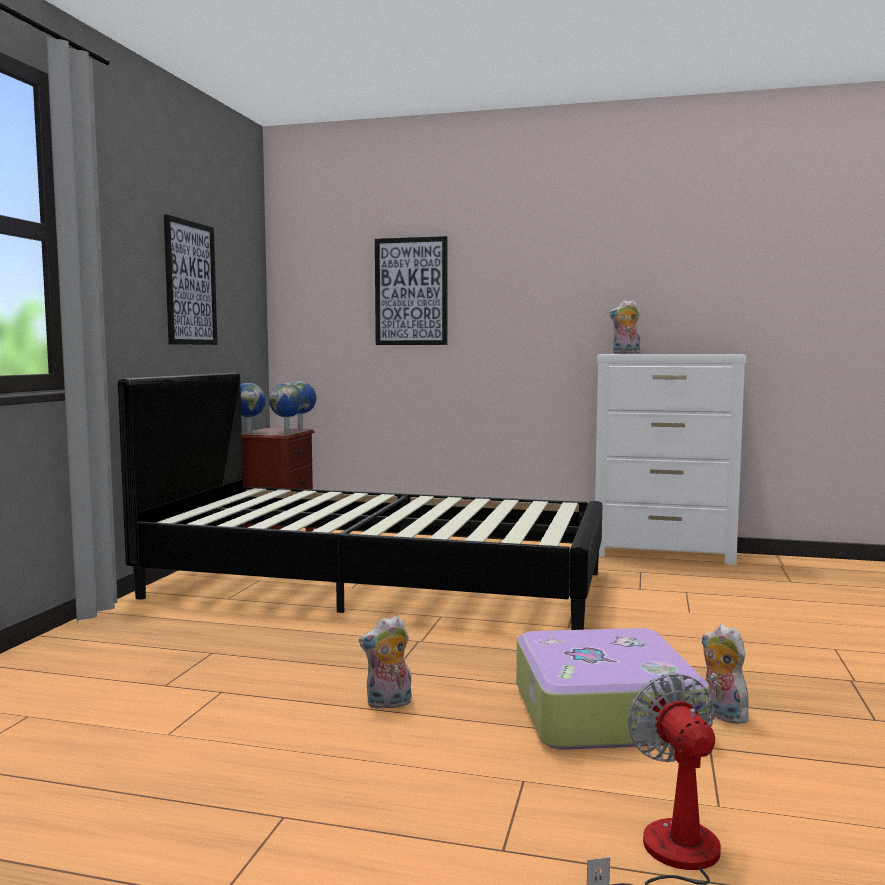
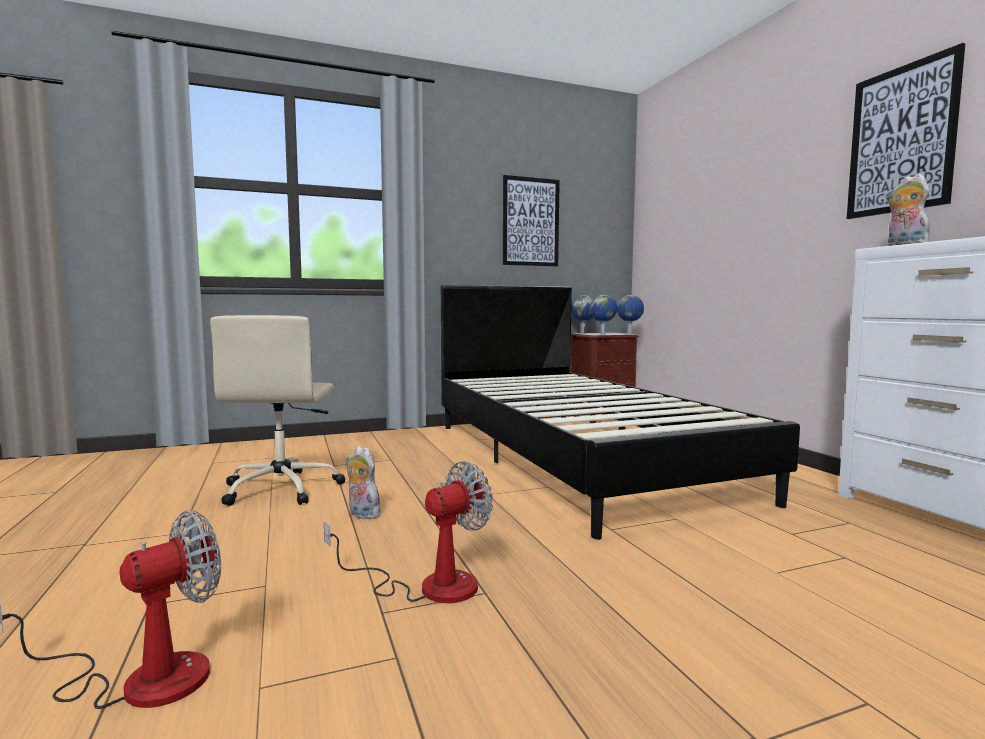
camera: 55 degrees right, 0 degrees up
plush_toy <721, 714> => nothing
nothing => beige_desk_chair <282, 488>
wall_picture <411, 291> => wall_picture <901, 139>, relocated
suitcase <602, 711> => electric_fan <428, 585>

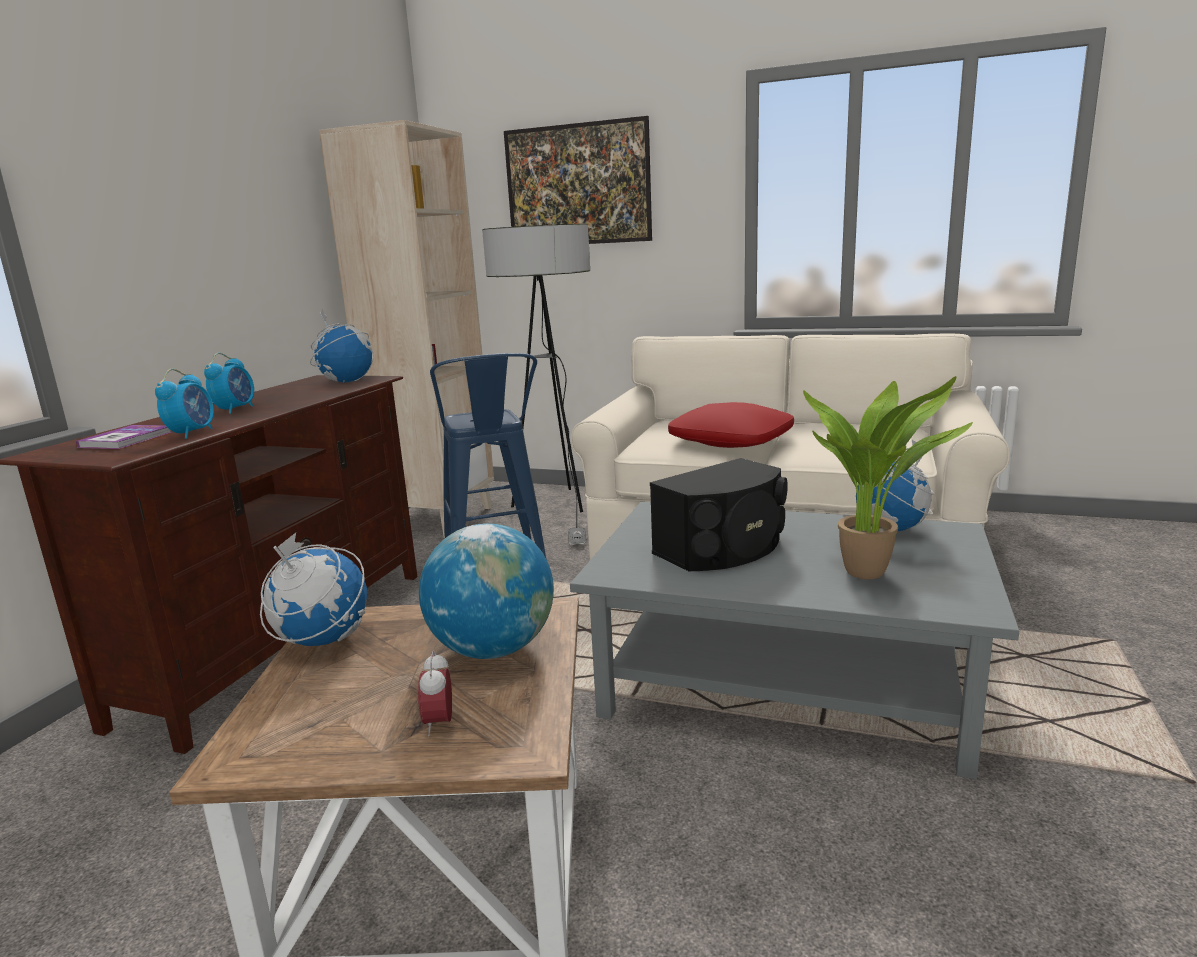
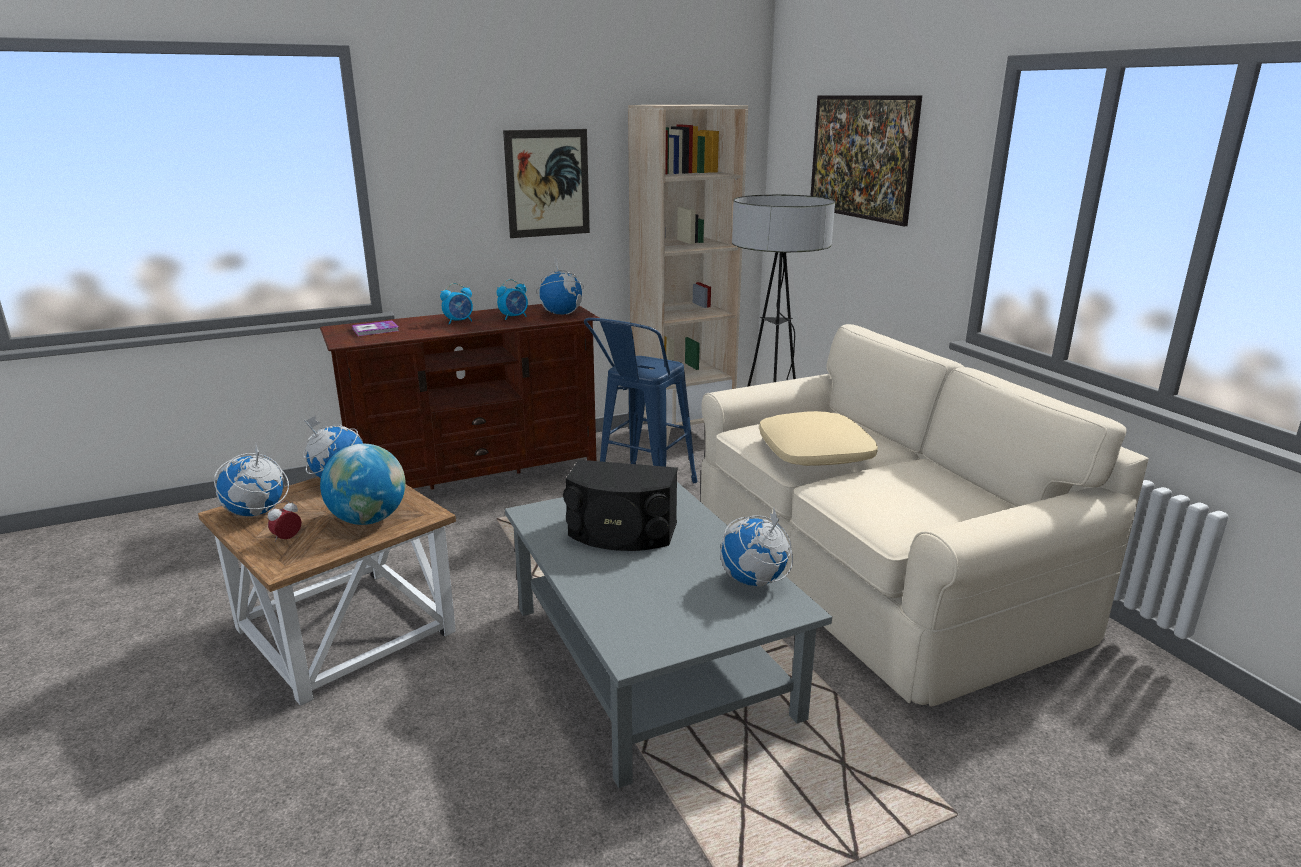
camera: 45 degrees right, 5 degrees up
potted_plant <871, 572> => nothing
nothing => world_globe <256, 513>
nothing => wall_picture <547, 183>
bedside_clock <192, 433> => bedside_clock <514, 317>, relocated
red_cushion <731, 440> => beige_cushion <815, 453>

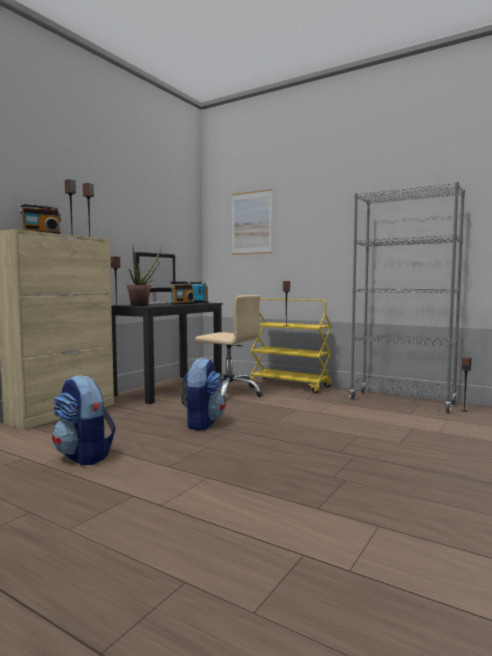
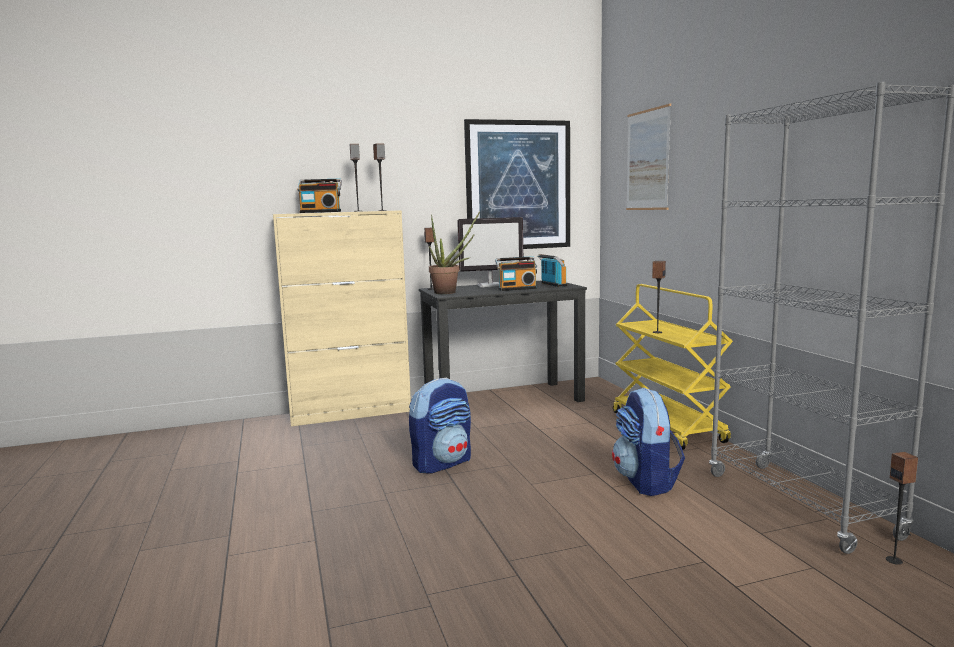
camera: 40 degrees right, 5 degrees up
beige_desk_chair <229, 393> => nothing
nothing => wall_picture <518, 185>
rucksack <84, 456> => rucksack <646, 482>, relocated

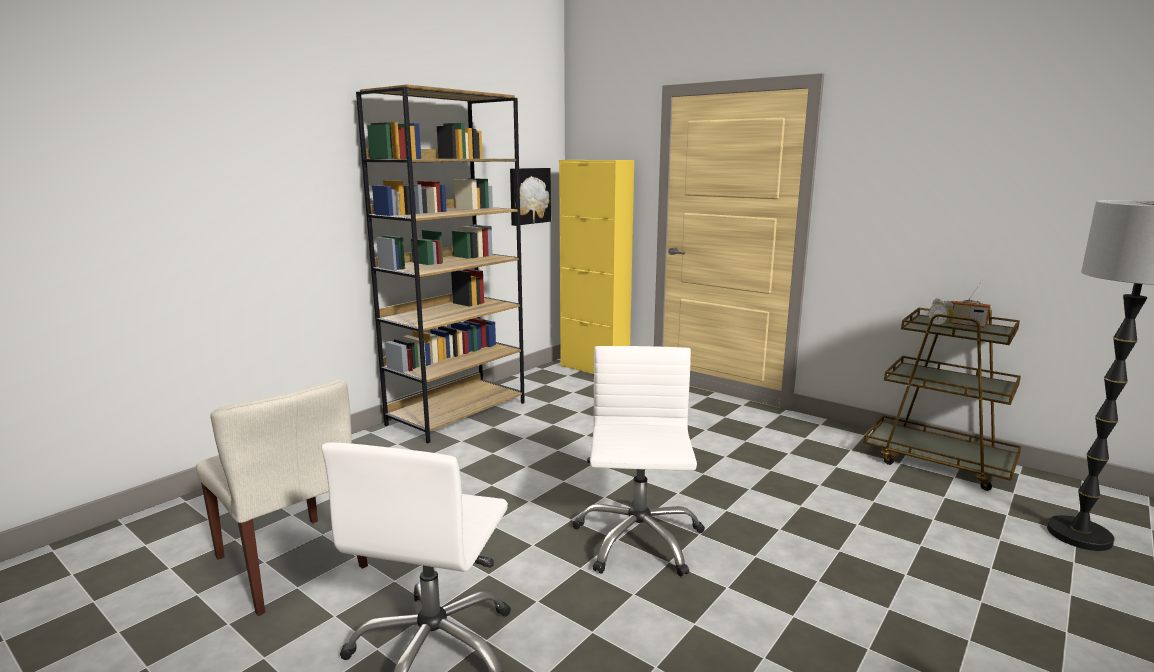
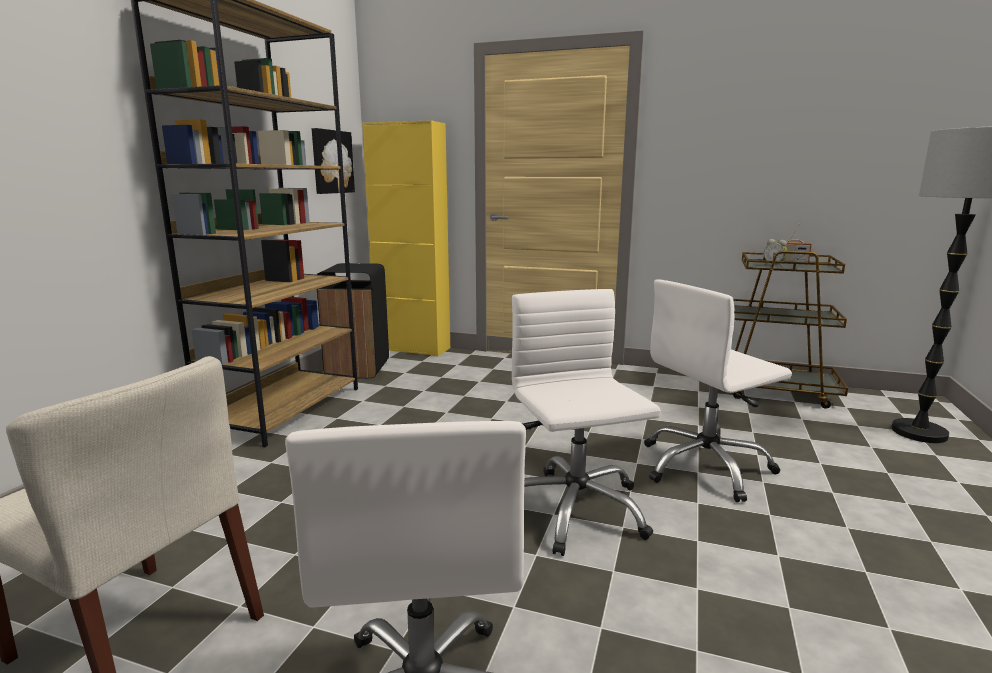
camera: 20 degrees left, 0 degrees up
nothing => blackish_trash_can <357, 369>
nothing => white_desk_chair <705, 467>

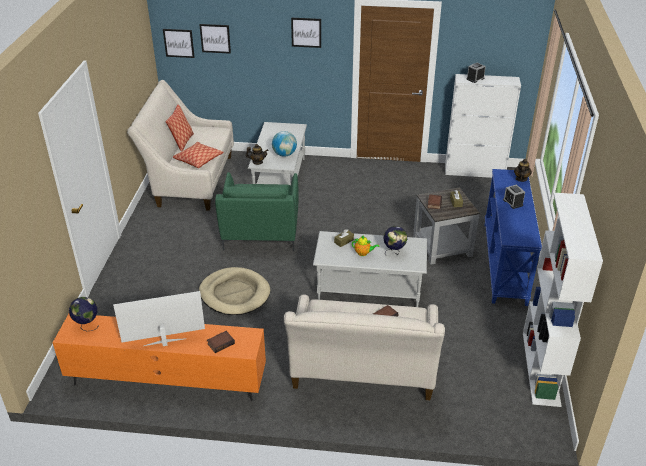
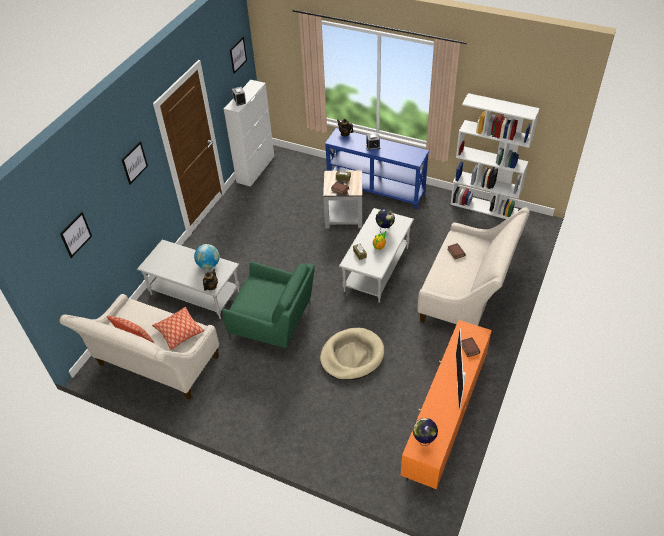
camera: 70 degrees left, 10 degrees up
wall_picture <178, 43> => wall_picture <238, 55>, relocated

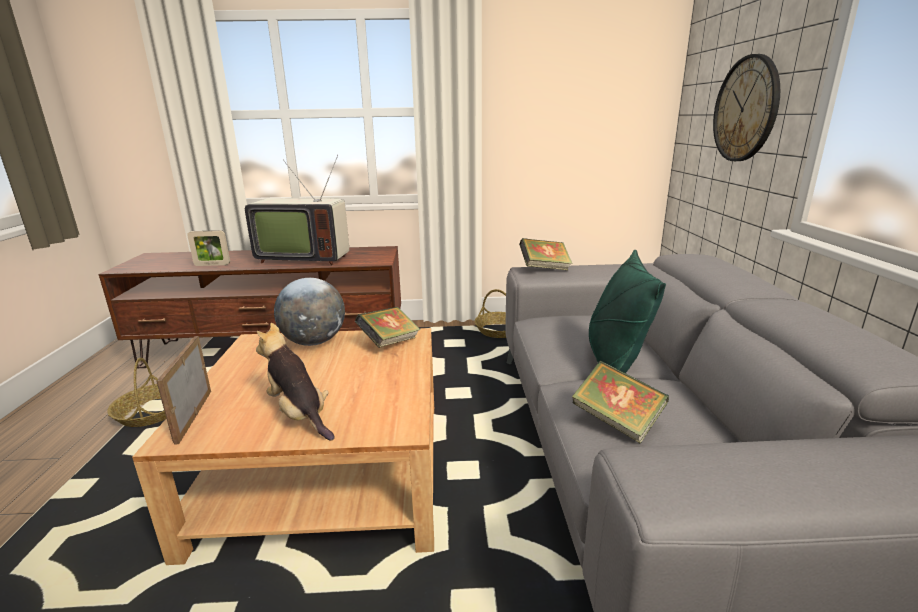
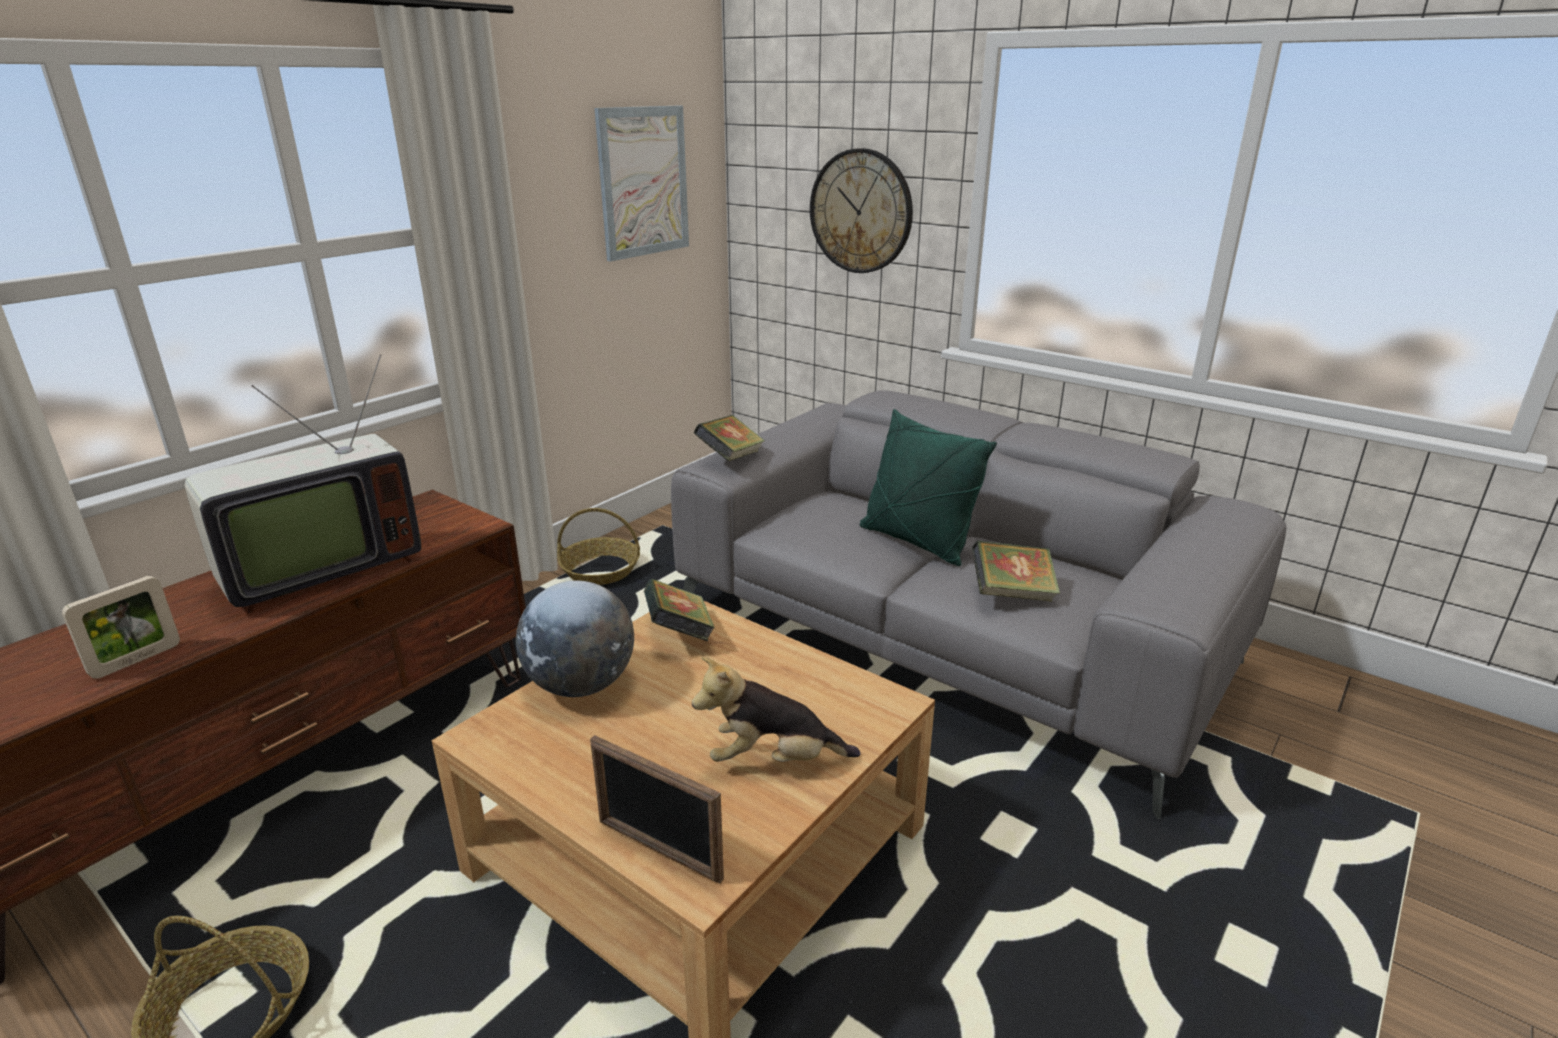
camera: 50 degrees left, 5 degrees up
nothing => wall_picture <643, 182>

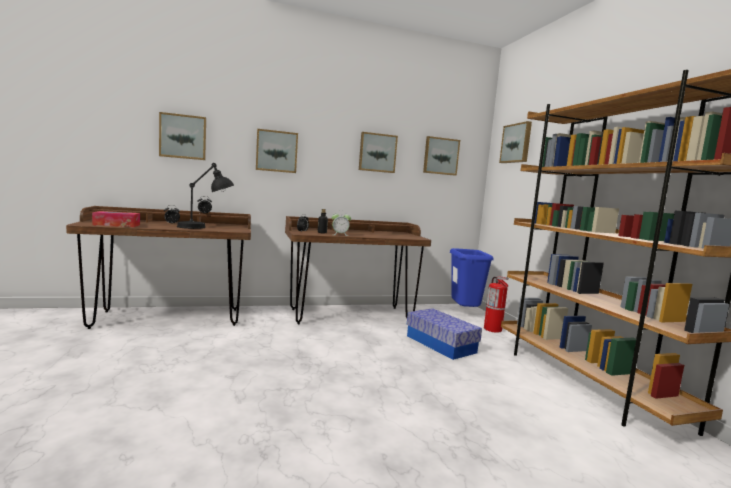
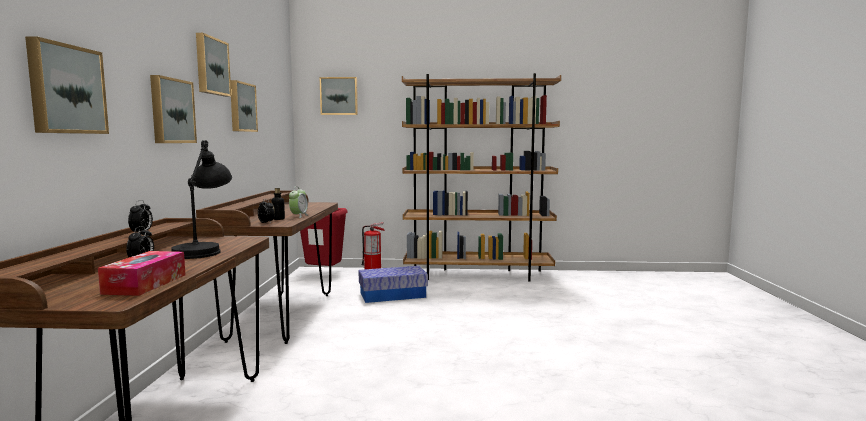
camera: 70 degrees left, 0 degrees up
wall_picture <440, 156> => wall_picture <211, 66>, relocated
blue_trash_can <464, 313> => red_trash_can <324, 274>

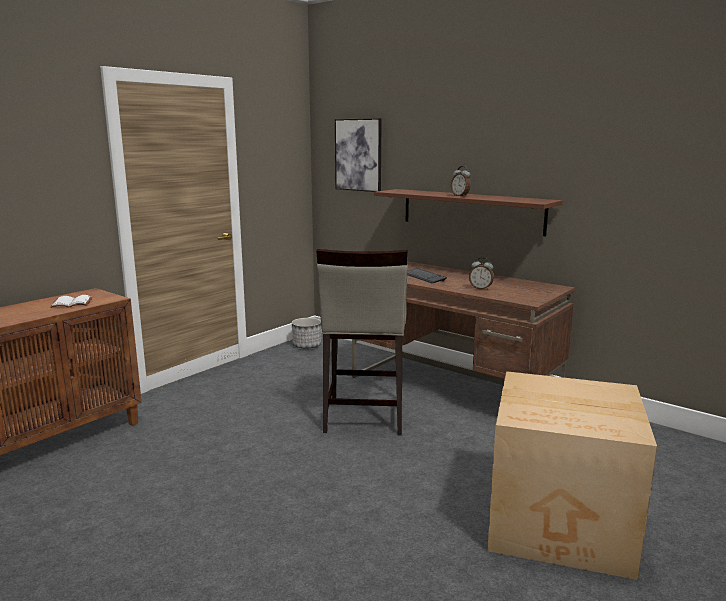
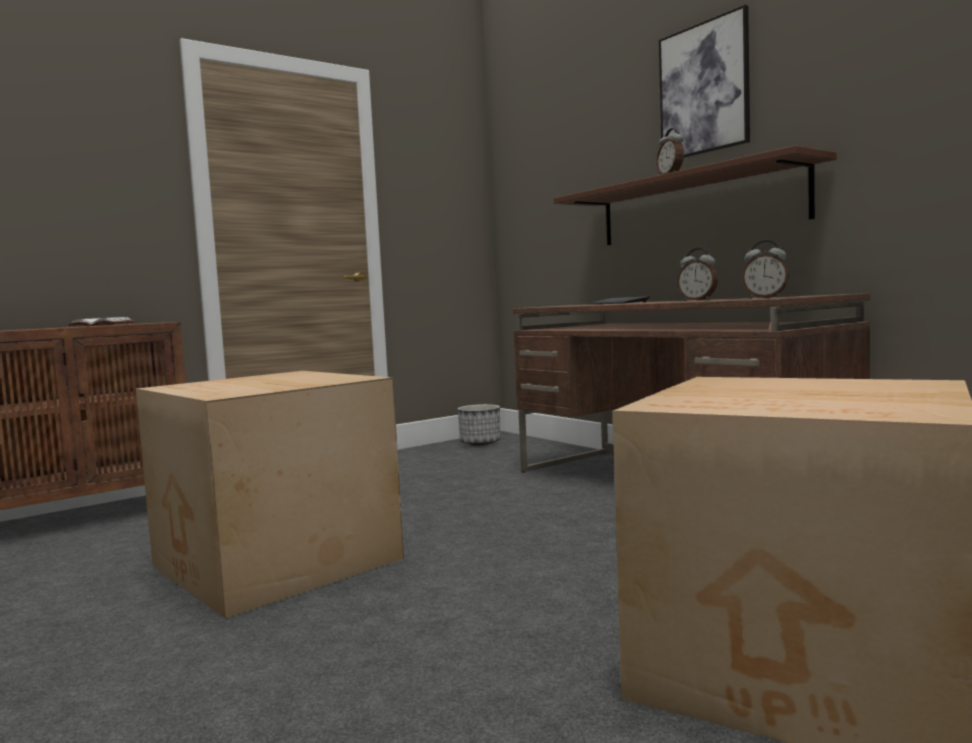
camera: 15 degrees right, 10 degrees down
beige_stool <363, 415> => nothing
nothing => cardboard_box <275, 564>
nothing => bedside_clock <765, 298>
wall_picture <358, 155> => wall_picture <704, 89>, relocated

